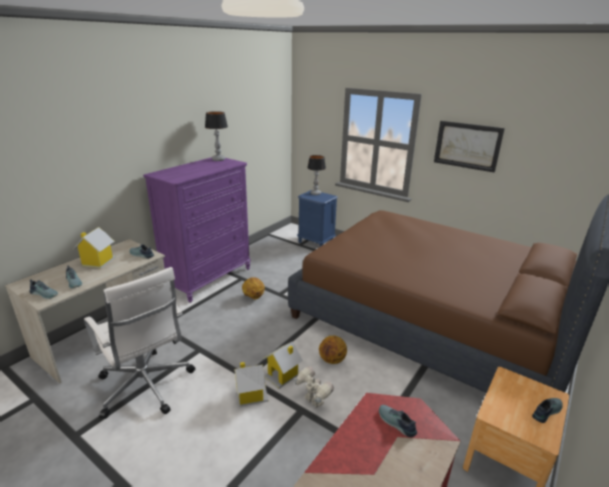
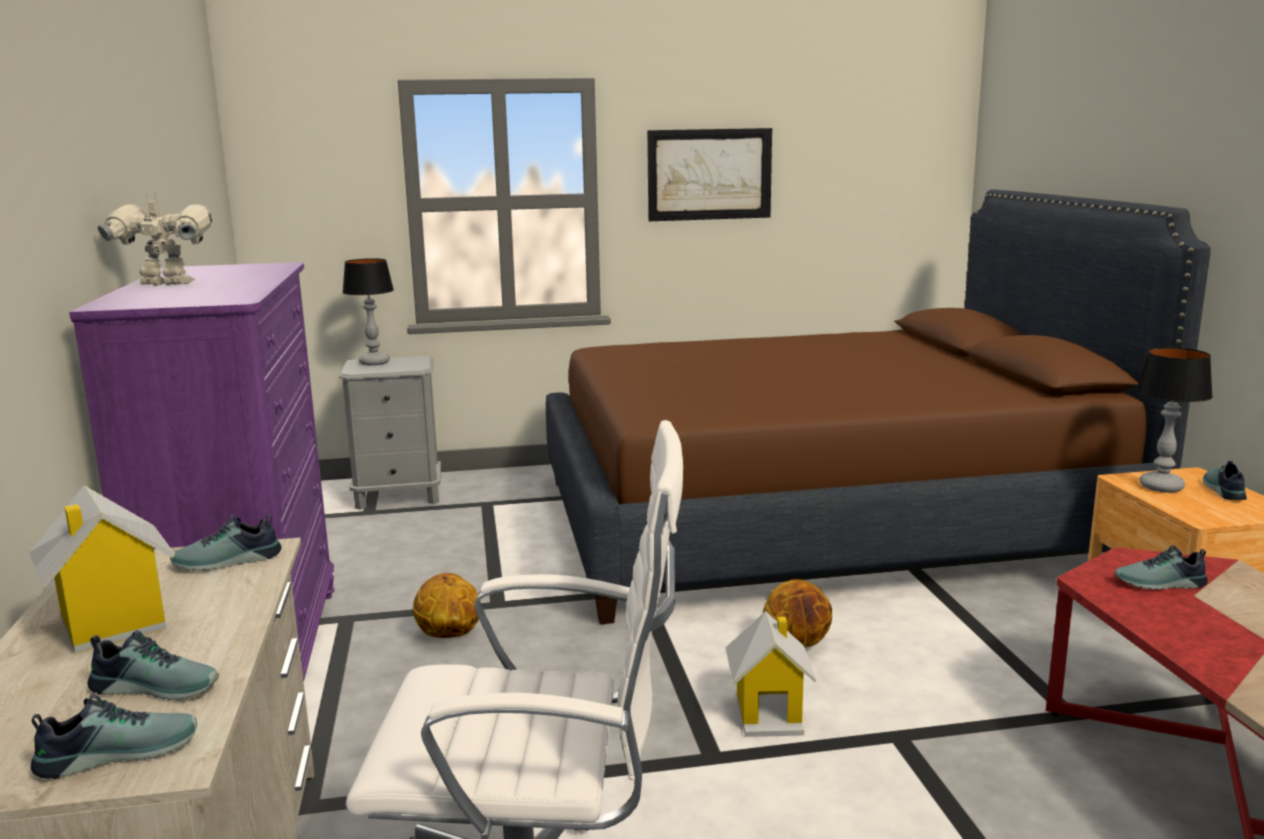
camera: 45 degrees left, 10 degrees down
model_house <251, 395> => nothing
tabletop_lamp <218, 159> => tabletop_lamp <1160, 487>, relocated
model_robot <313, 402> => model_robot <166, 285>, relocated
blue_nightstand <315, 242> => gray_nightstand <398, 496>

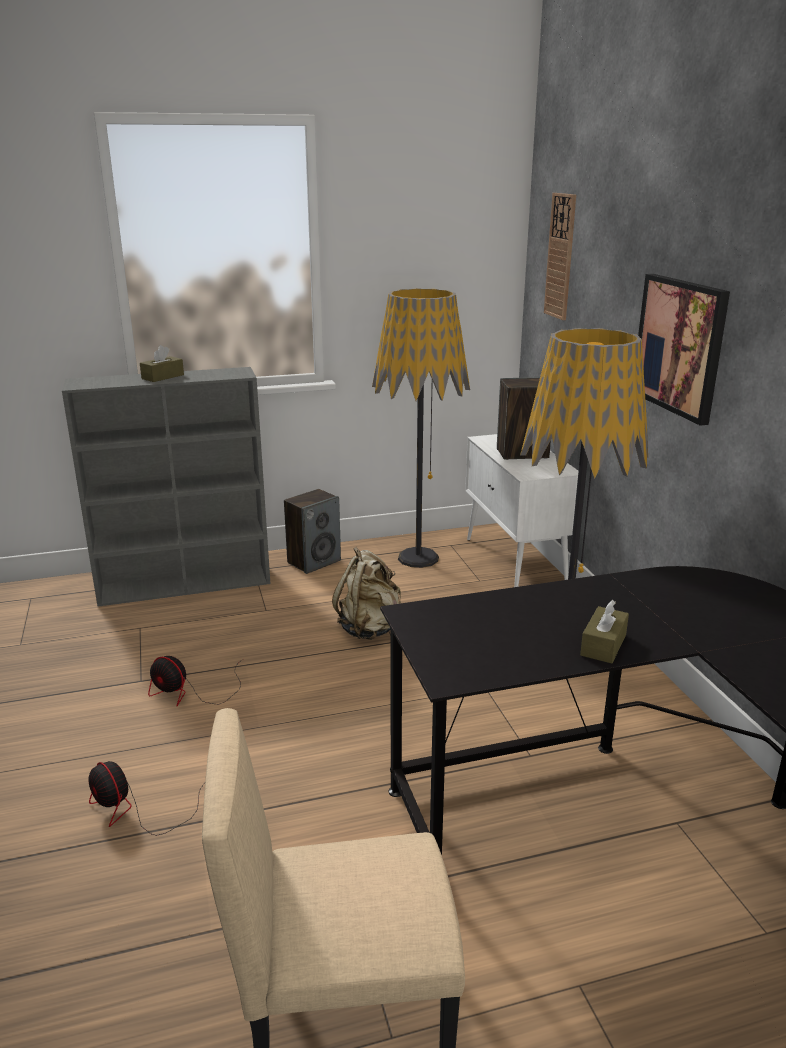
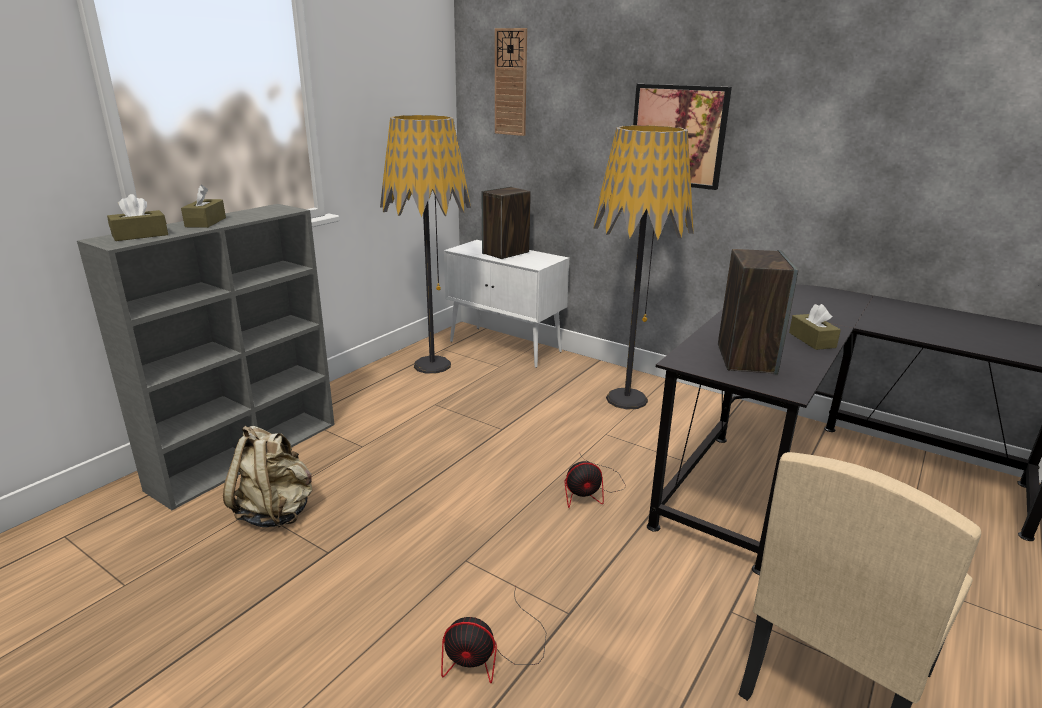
camera: 40 degrees left, 0 degrees up
nothing => brownish_tissue_box <140, 235>
electric_fan <191, 692> => electric_fan <591, 491>, relocated
speaker <314, 561> => speaker <745, 359>, relocated
beige_rucksack <370, 628> => beige_rucksack <275, 512>, relocated

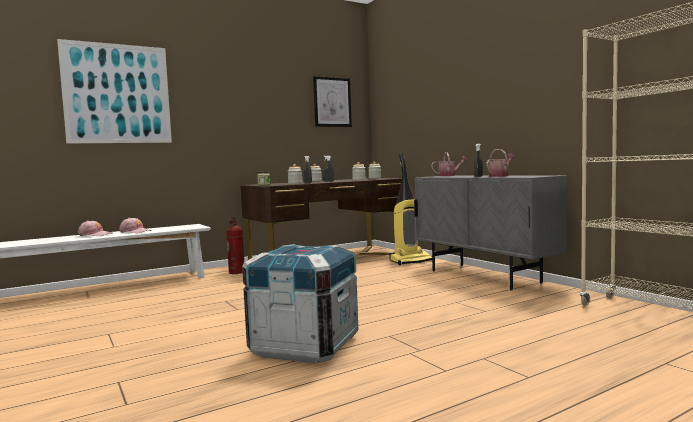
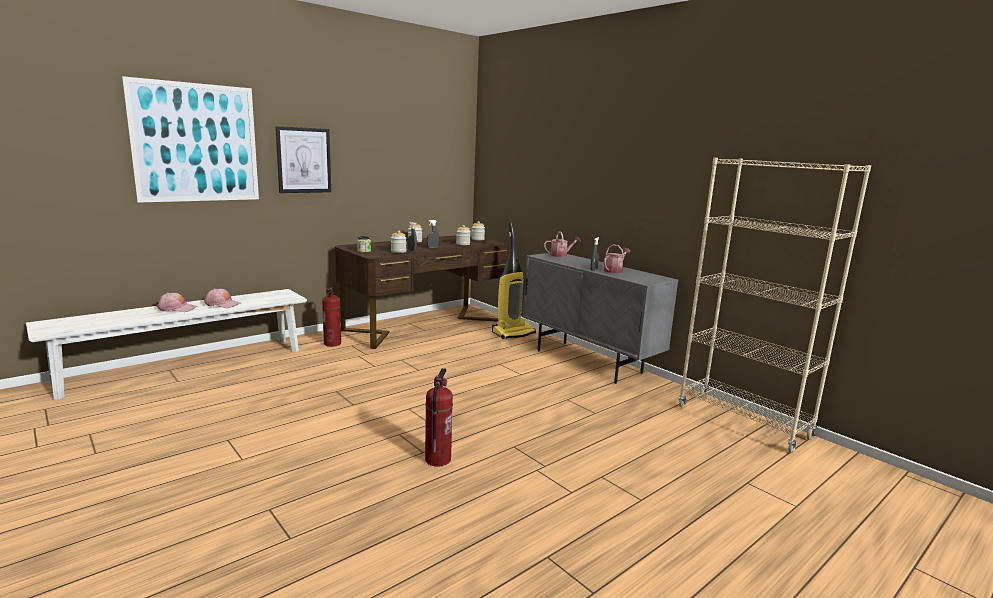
camera: 10 degrees left, 10 degrees up
wall_picture <332, 102> => wall_picture <304, 160>, relocated
crate <304, 346> => fire_extinguisher <437, 459>

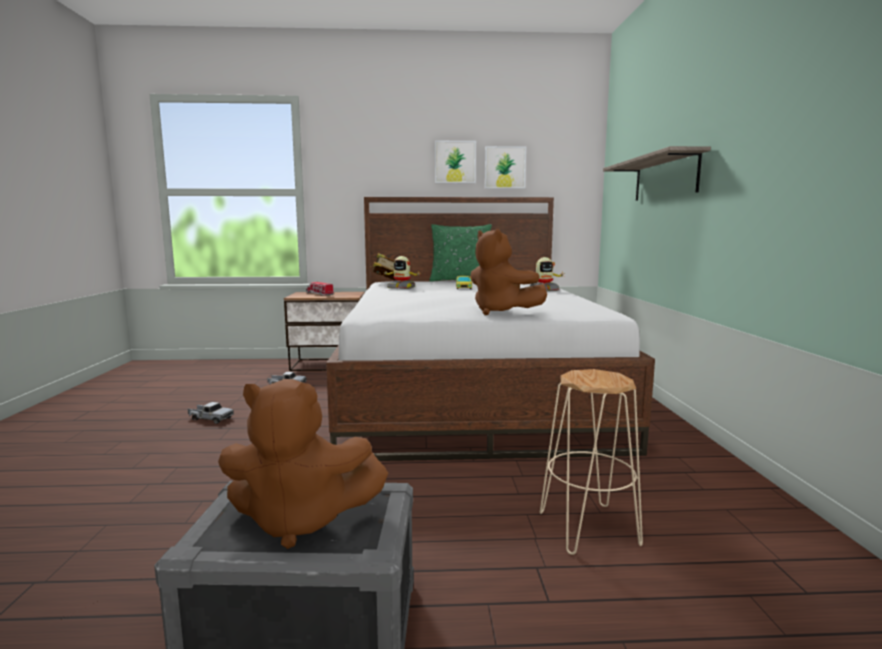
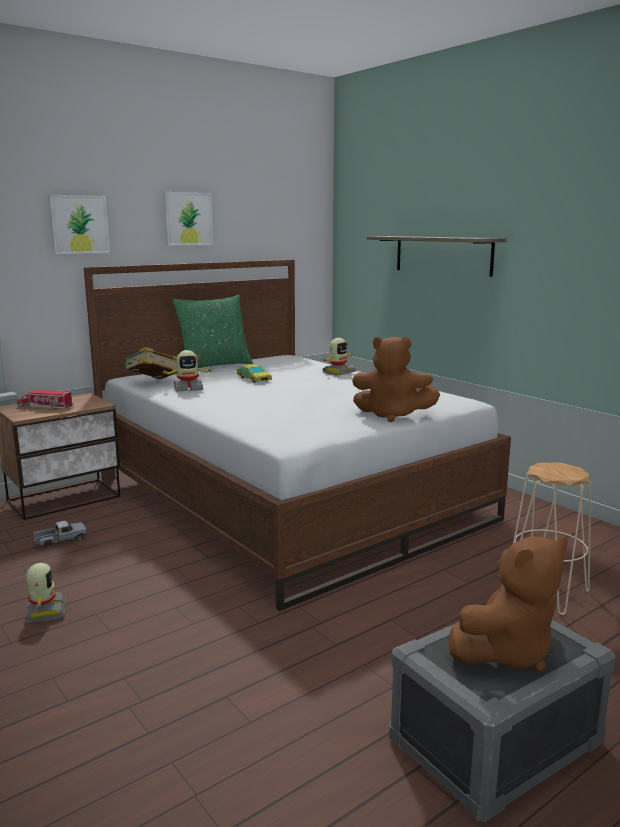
camera: 35 degrees left, 5 degrees up
wall_picture <505, 167> => wall_picture <79, 224>, relocated
toy_lorry <210, 419> => model_robot <44, 612>

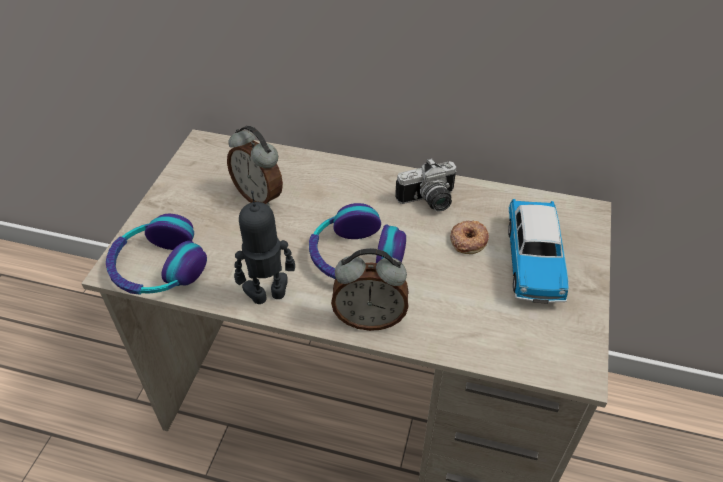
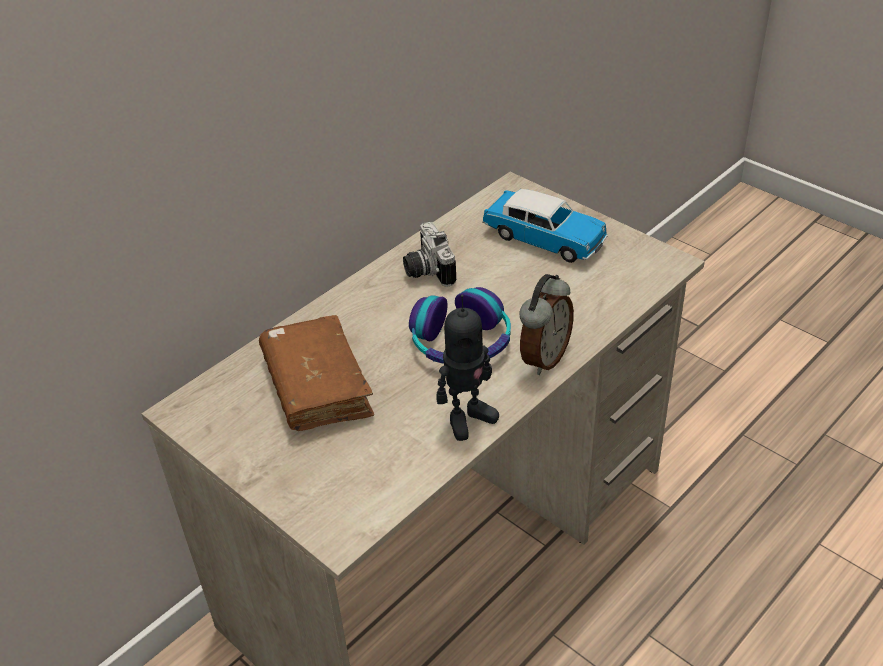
camera: 60 degrees left, 5 degrees down
headset <158, 267> => nothing
doughnut <468, 240> => nothing
bedside_clock <259, 196> => brownish_book <317, 386>
model_robot <268, 294> => model_robot <467, 418>, 135 degrees counterclockwise
photo_camera <429, 202> => photo_camera <426, 270>, 150 degrees clockwise

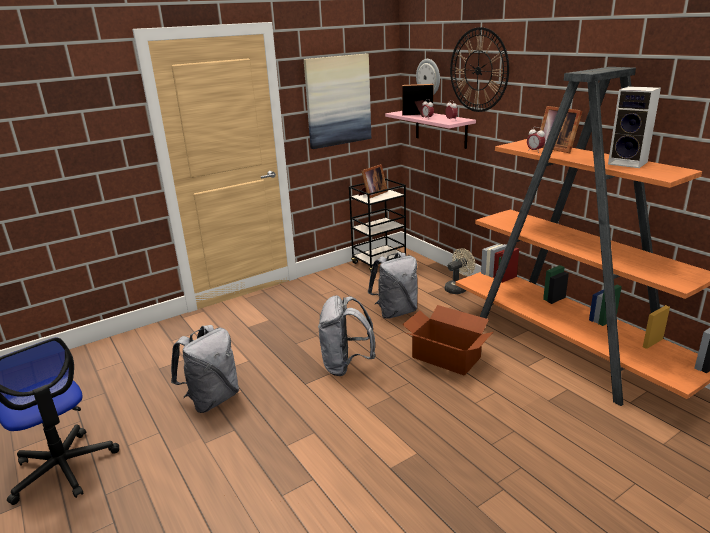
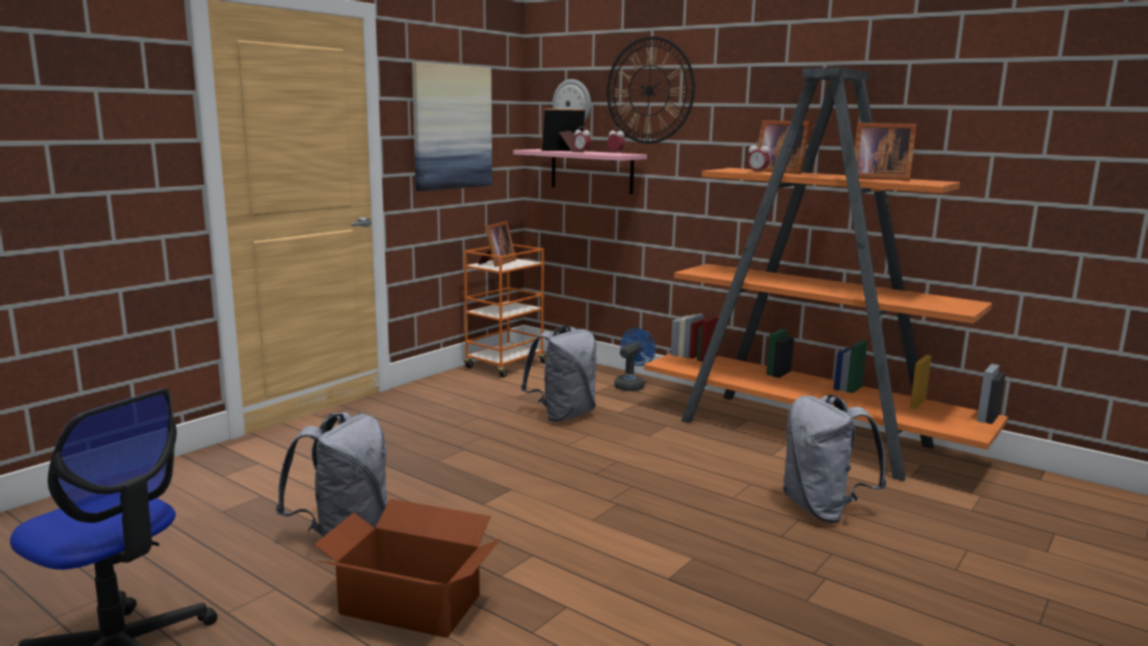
camera: 20 degrees left, 10 degrees down
gray_rucksack <346, 365> => gray_rucksack <823, 510>, relocated
cardboard_box <446, 357> => cardboard_box <410, 603>, relocated
speaker <629, 163> => standing_frame <878, 178>
blackish_trolley <379, 263> => orangey_trolley <505, 366>
beige_electric_fan <458, 288> => blue_electric_fan <631, 385>

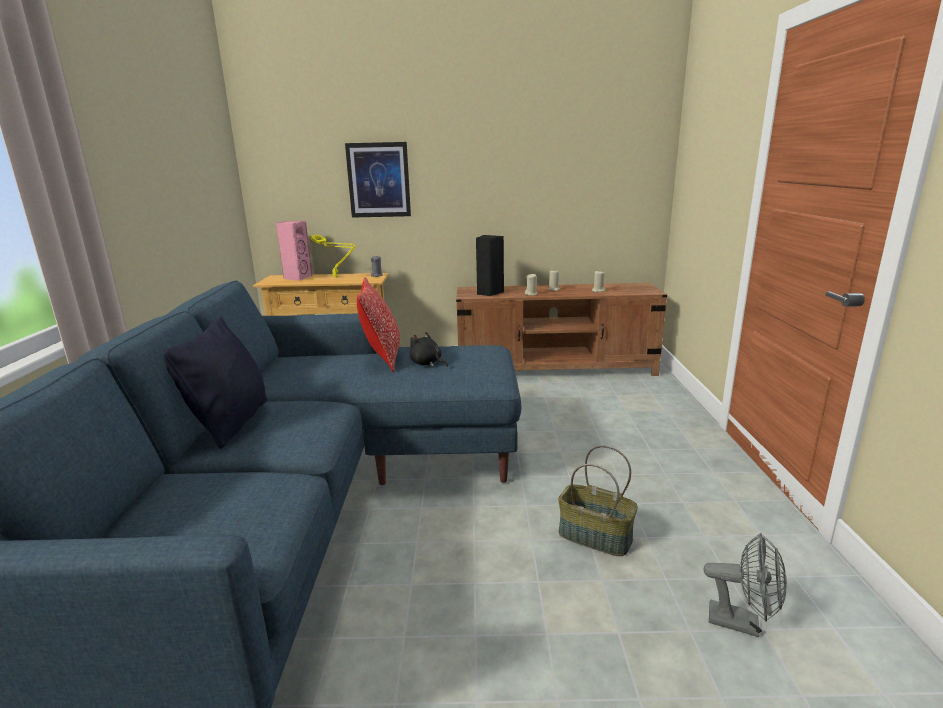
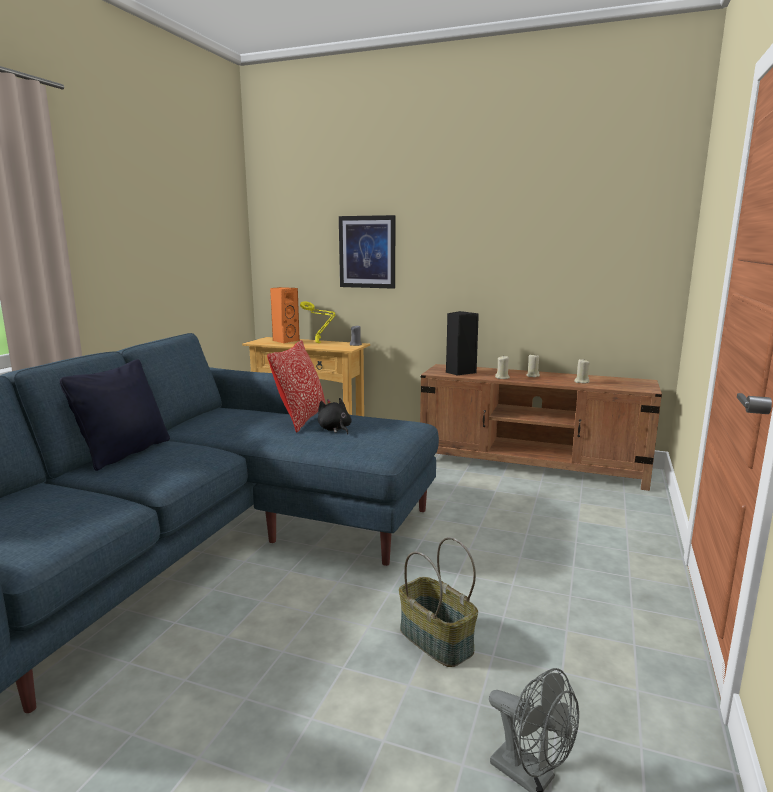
camera: 20 degrees right, 5 degrees down
pink-coloured_speaker <297, 278> => orangey_speaker <285, 341>

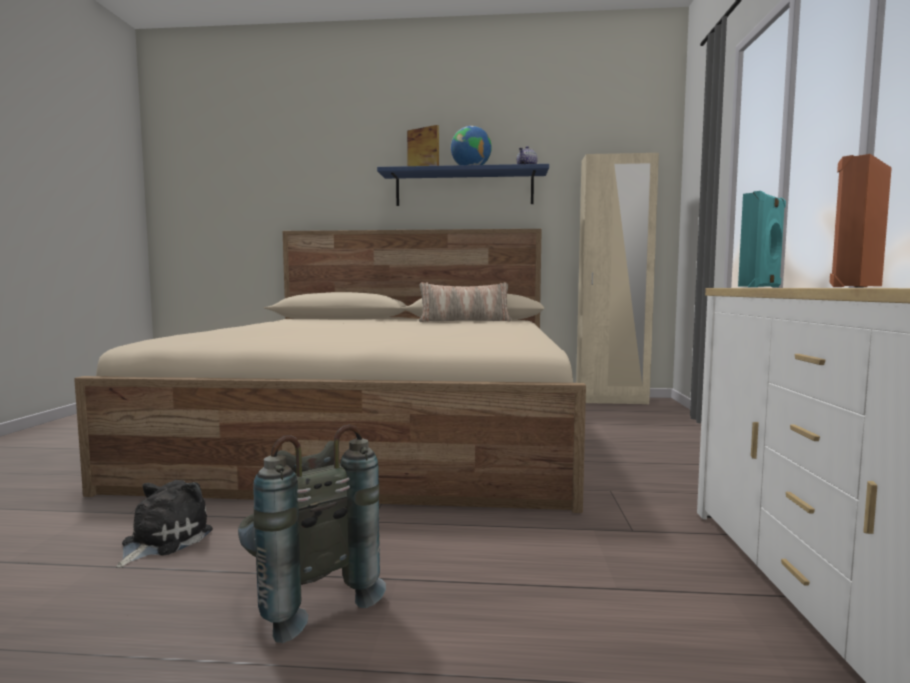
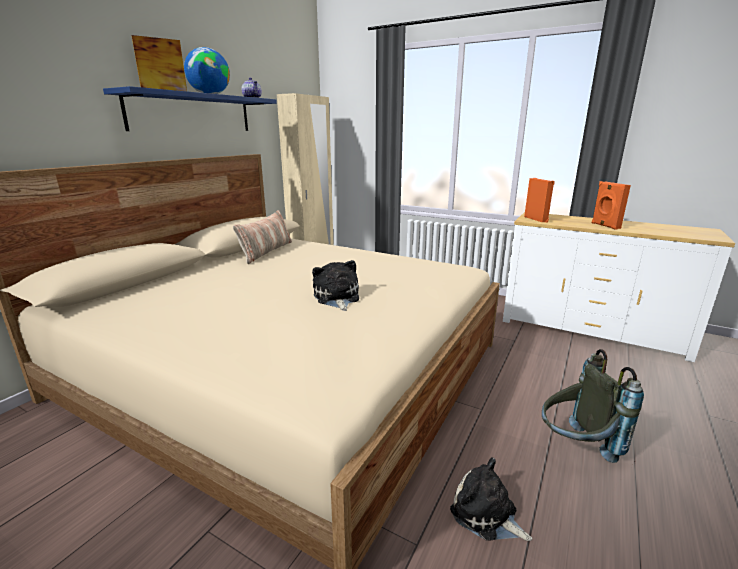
camera: 65 degrees left, 15 degrees up
nothing => plush_toy <336, 298>
blue-green_speaker <761, 287> => orangey_speaker <536, 219>

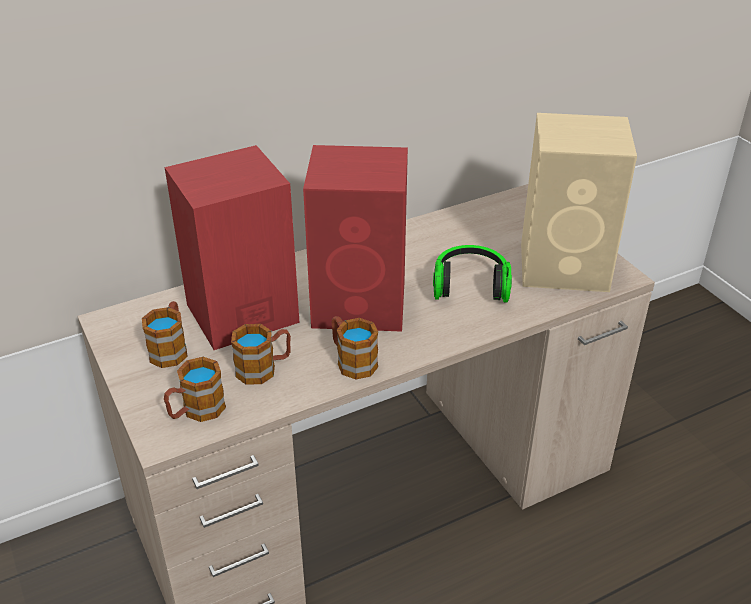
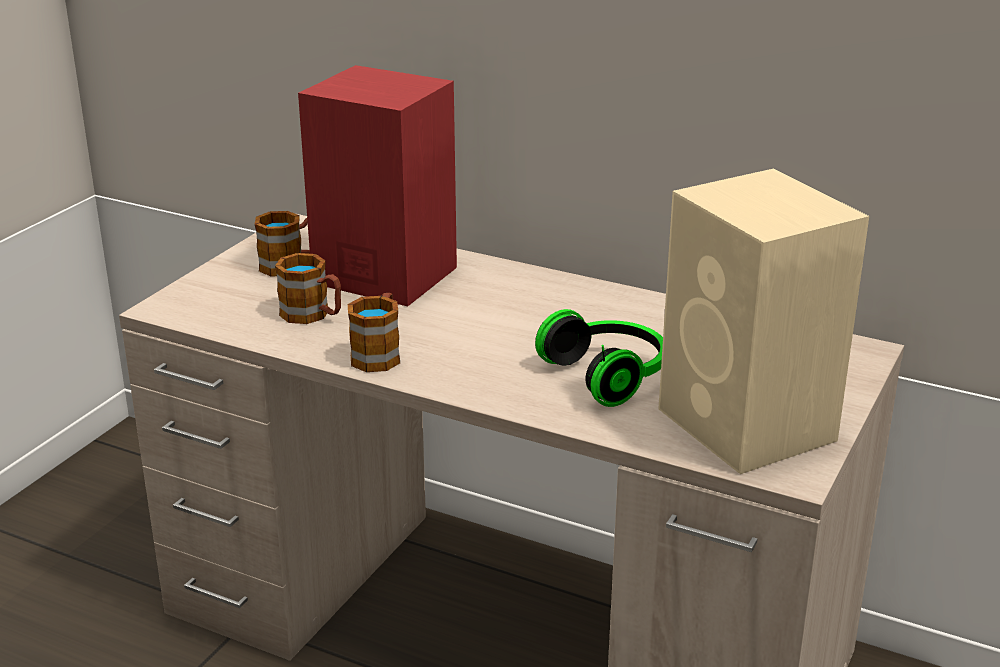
camera: 55 degrees right, 10 degrees down
coffee_mug <196, 411> => nothing
red_speaker <362, 304> => nothing

